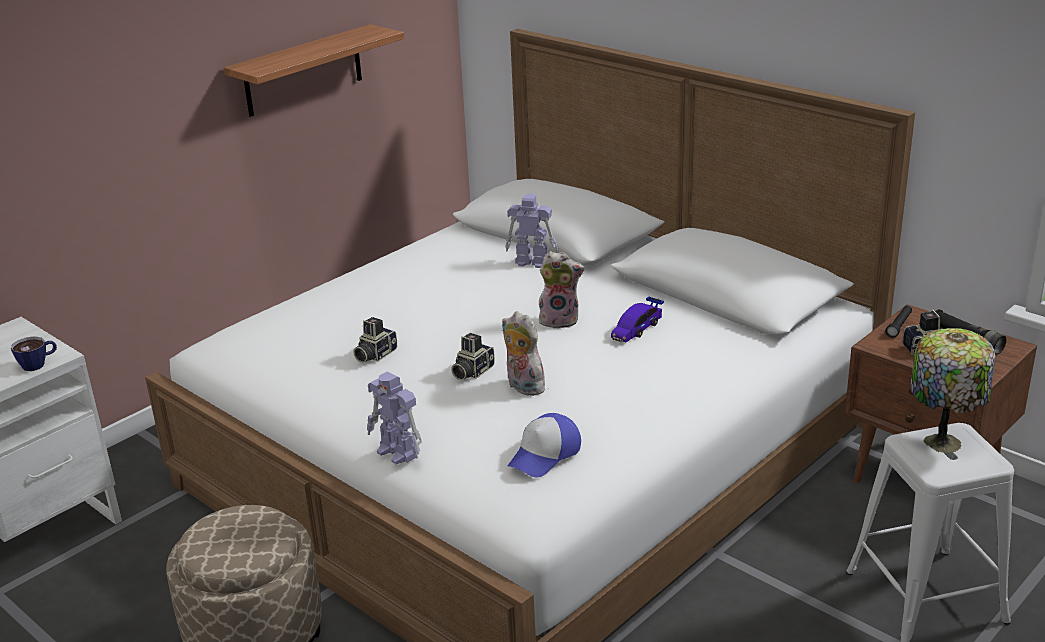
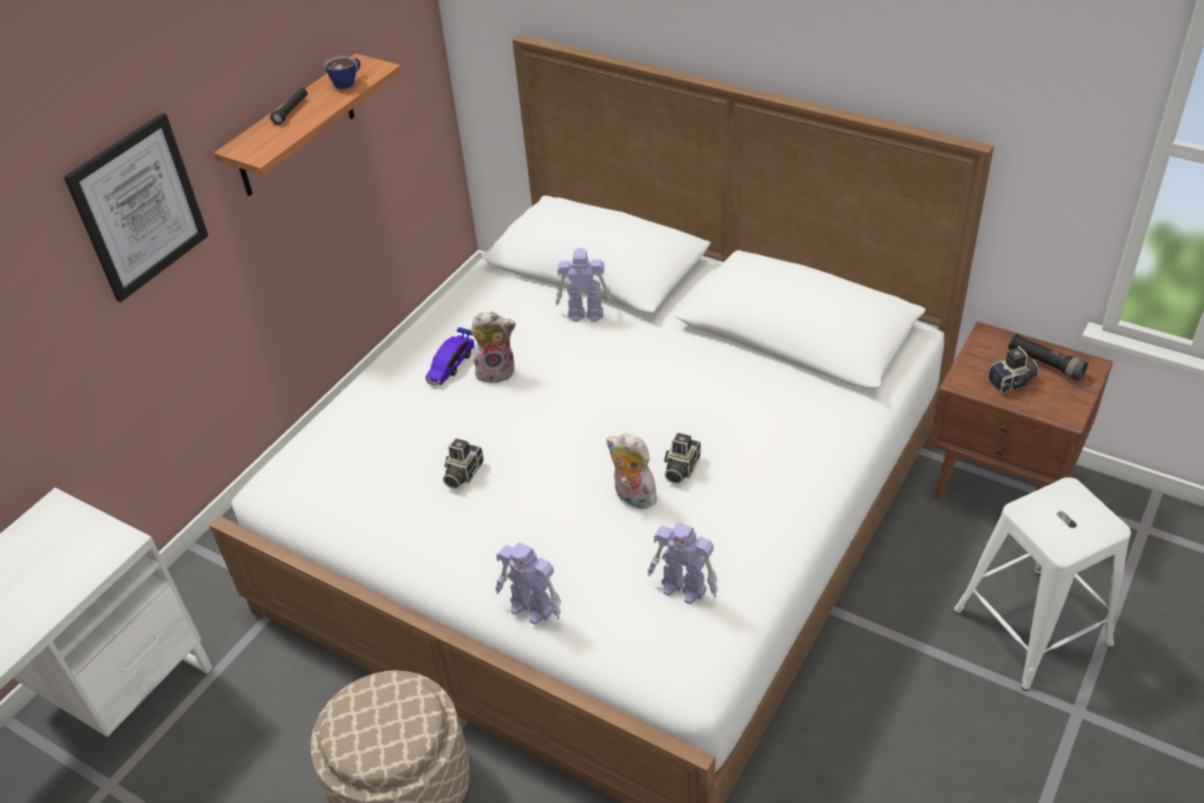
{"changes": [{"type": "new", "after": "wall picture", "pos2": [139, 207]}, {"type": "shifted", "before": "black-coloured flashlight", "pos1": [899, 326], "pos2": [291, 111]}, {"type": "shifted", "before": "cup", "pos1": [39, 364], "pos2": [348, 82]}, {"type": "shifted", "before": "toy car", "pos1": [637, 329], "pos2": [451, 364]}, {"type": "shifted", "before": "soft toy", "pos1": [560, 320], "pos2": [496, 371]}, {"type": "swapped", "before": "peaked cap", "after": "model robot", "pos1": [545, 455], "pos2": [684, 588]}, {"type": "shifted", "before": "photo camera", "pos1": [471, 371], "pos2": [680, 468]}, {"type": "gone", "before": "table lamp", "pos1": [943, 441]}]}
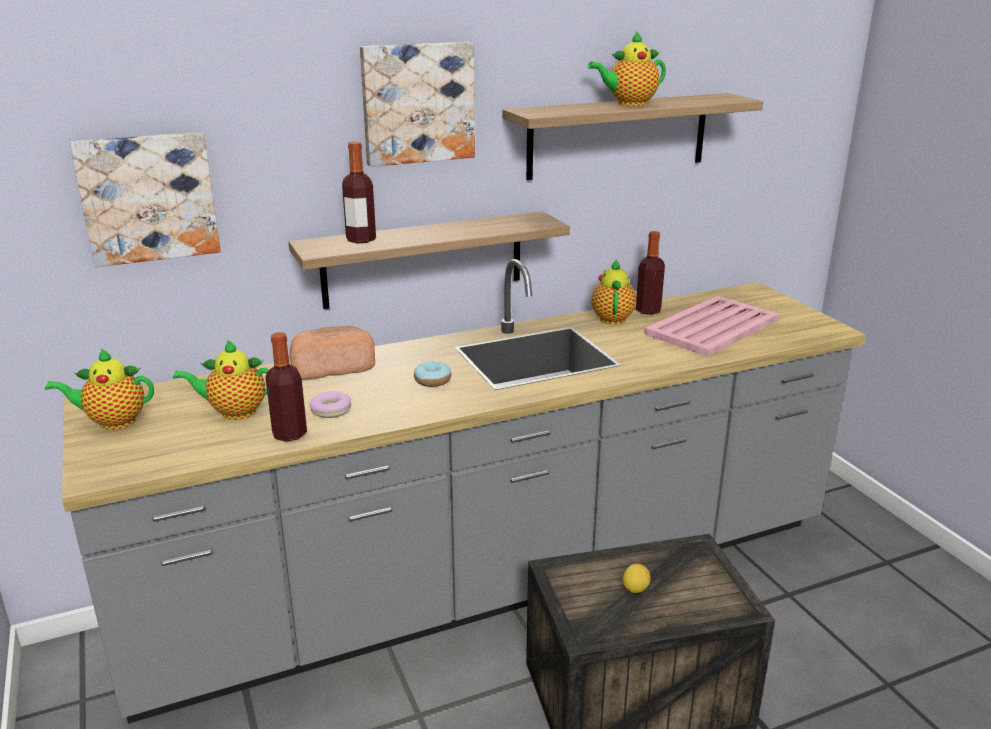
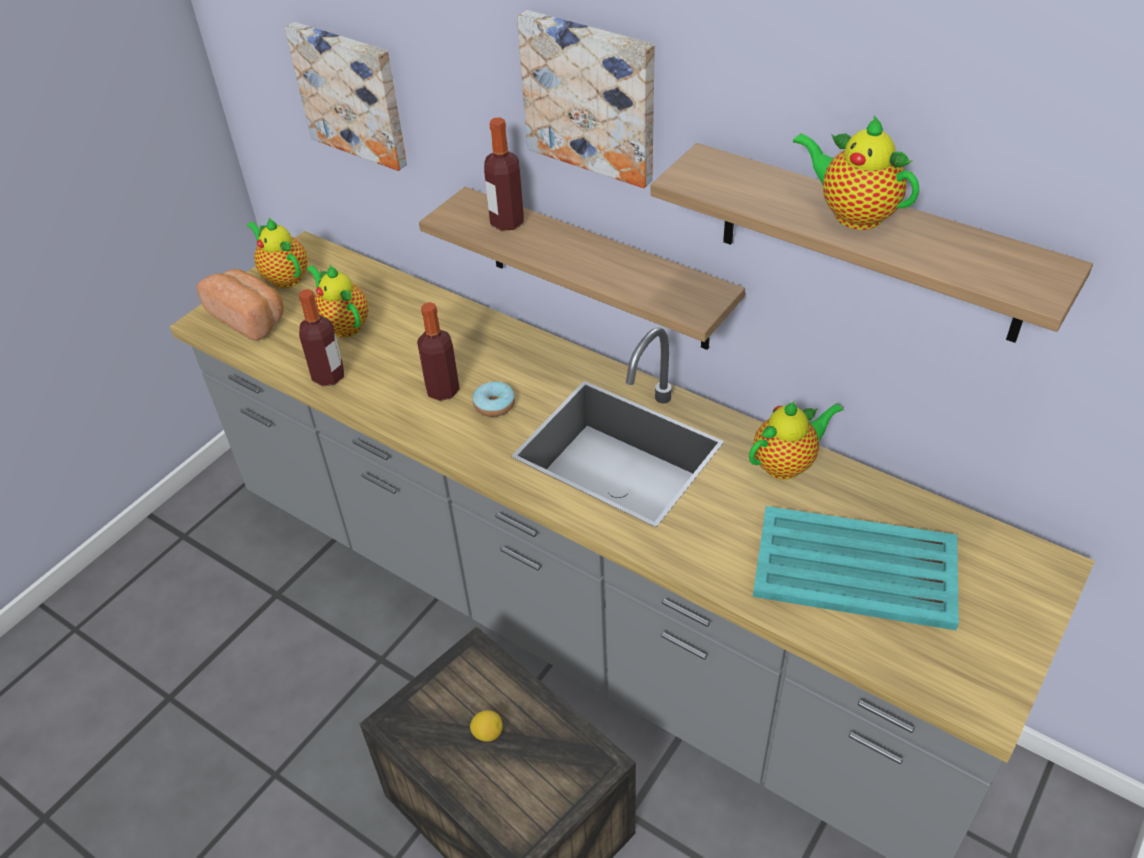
{"changes": [{"type": "shifted", "before": "bakery bread", "pos1": [332, 368], "pos2": [250, 317]}, {"type": "shifted", "before": "bottle", "pos1": [648, 310], "pos2": [443, 390]}, {"type": "repainted", "before": "pink serving tray", "after": "blue-green serving tray", "pos1": [713, 327], "pos2": [857, 569]}, {"type": "gone", "before": "ring doughnut", "pos1": [331, 410]}]}
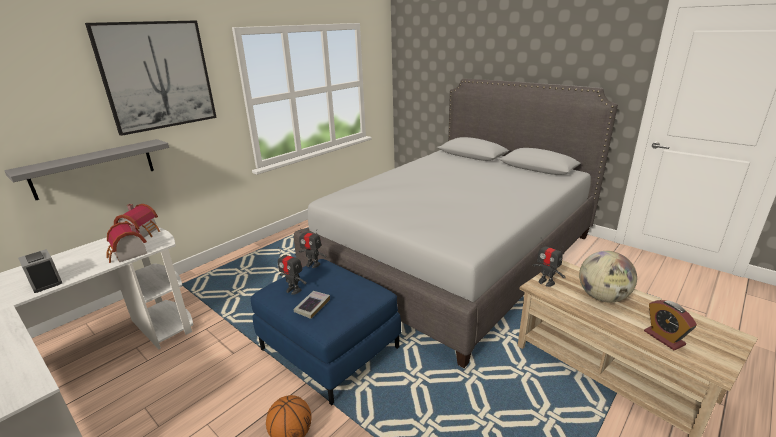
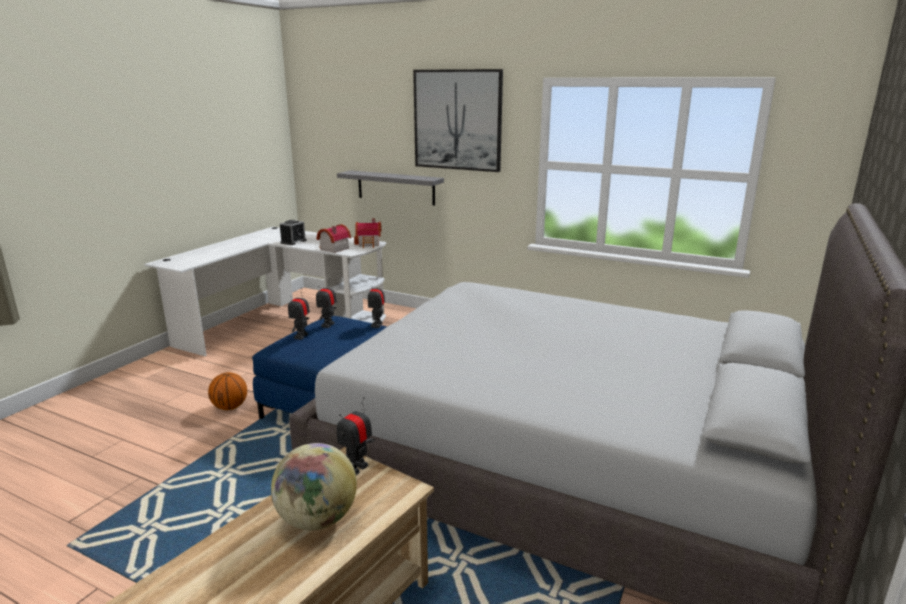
{"changes": [{"type": "swapped", "before": "volume", "after": "model robot", "pos1": [312, 306], "pos2": [301, 336]}, {"type": "gone", "before": "table clock", "pos1": [664, 338]}]}
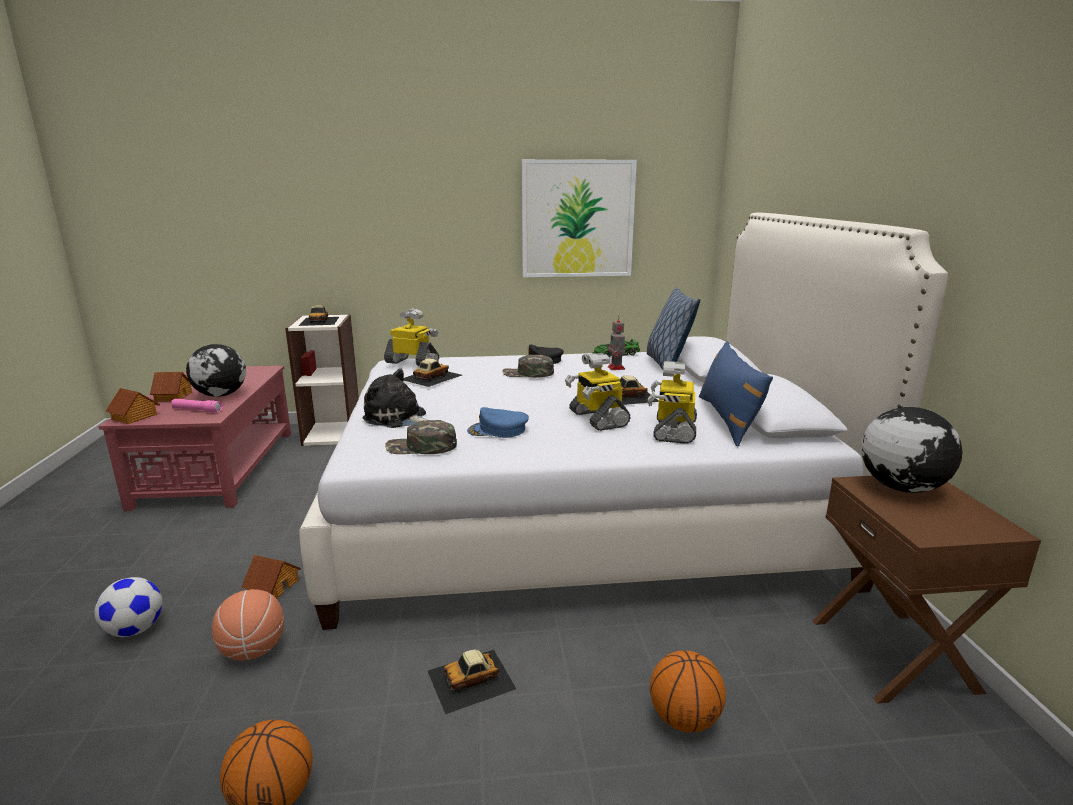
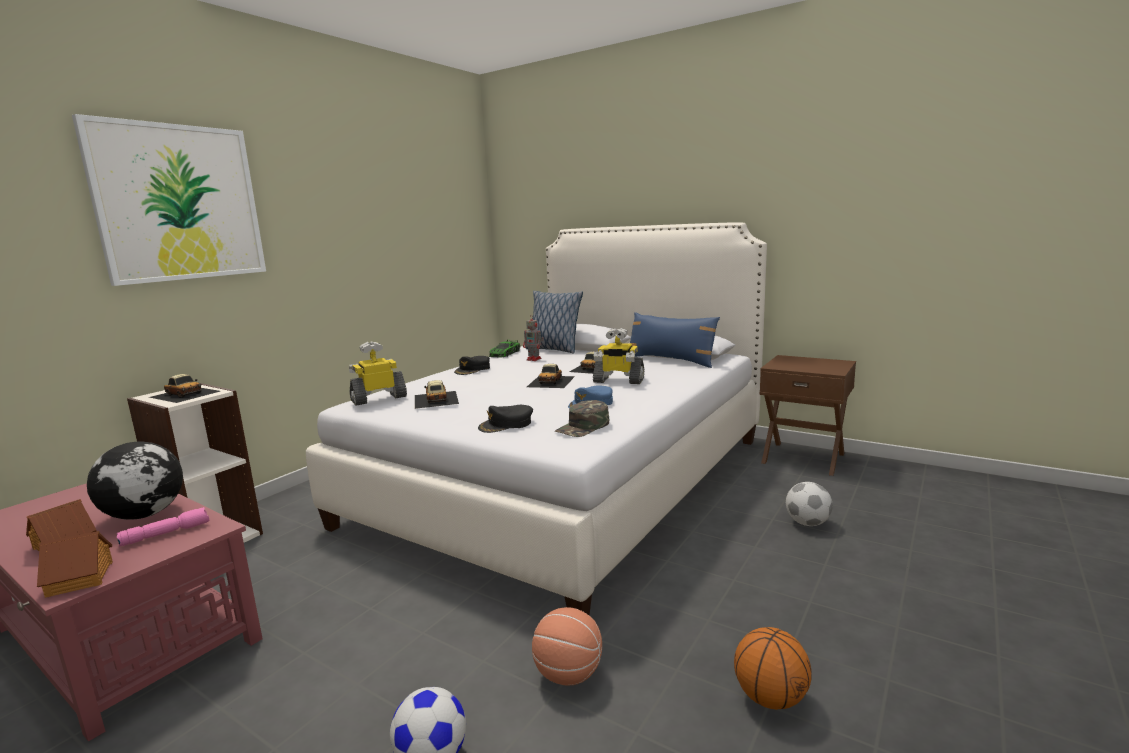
{"changes": [{"type": "shifted", "before": "wall picture", "pos1": [577, 219], "pos2": [179, 203]}, {"type": "swapped", "before": "soft toy", "after": "black-coloured peaked cap", "pos1": [397, 418], "pos2": [506, 424]}, {"type": "shifted", "before": "toy car", "pos1": [471, 680], "pos2": [551, 381]}, {"type": "swapped", "before": "basketball ball", "after": "football", "pos1": [684, 719], "pos2": [807, 523]}, {"type": "gone", "before": "miniature house", "pos1": [273, 587]}, {"type": "gone", "before": "green-coloured peaked cap", "pos1": [528, 373]}, {"type": "gone", "before": "model robot", "pos1": [673, 430]}, {"type": "gone", "before": "globe", "pos1": [900, 487]}]}
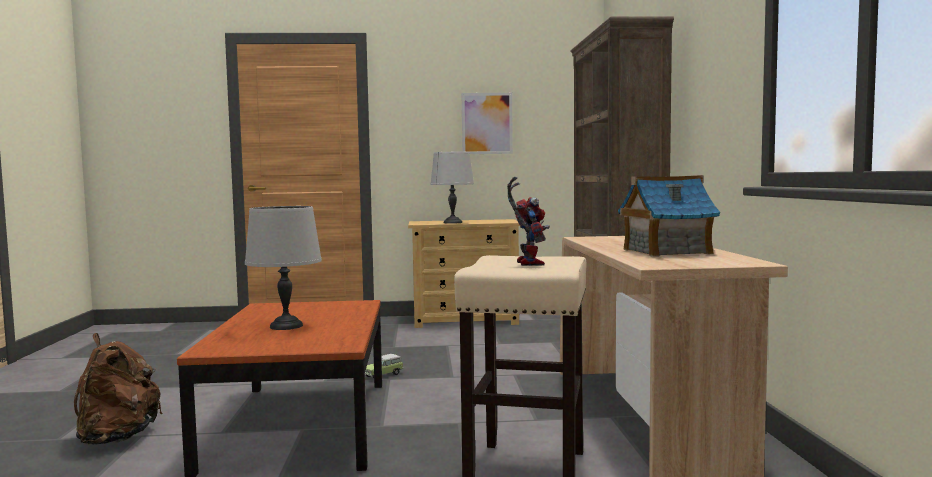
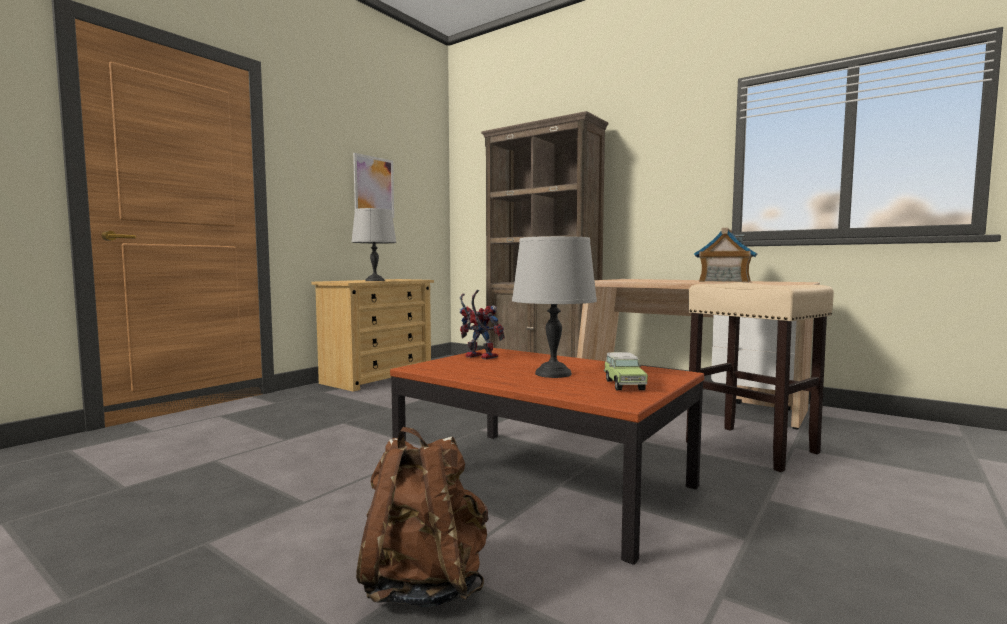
{"changes": [{"type": "shifted", "before": "model robot", "pos1": [526, 263], "pos2": [477, 357]}, {"type": "shifted", "before": "toy car", "pos1": [384, 375], "pos2": [623, 384]}]}
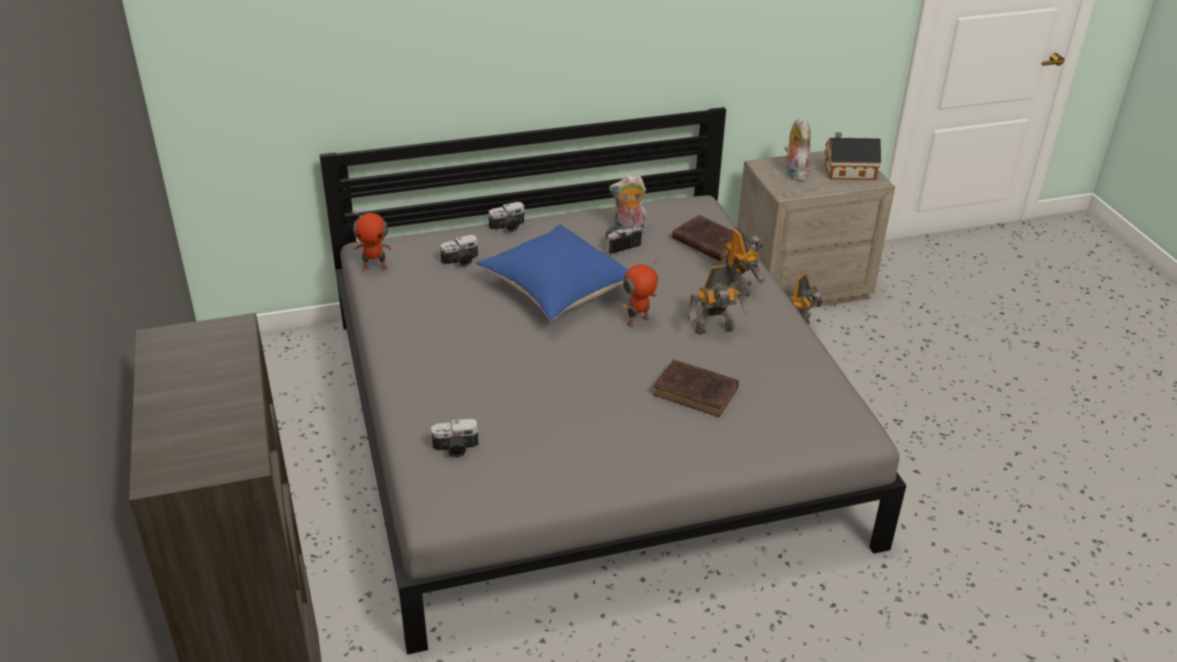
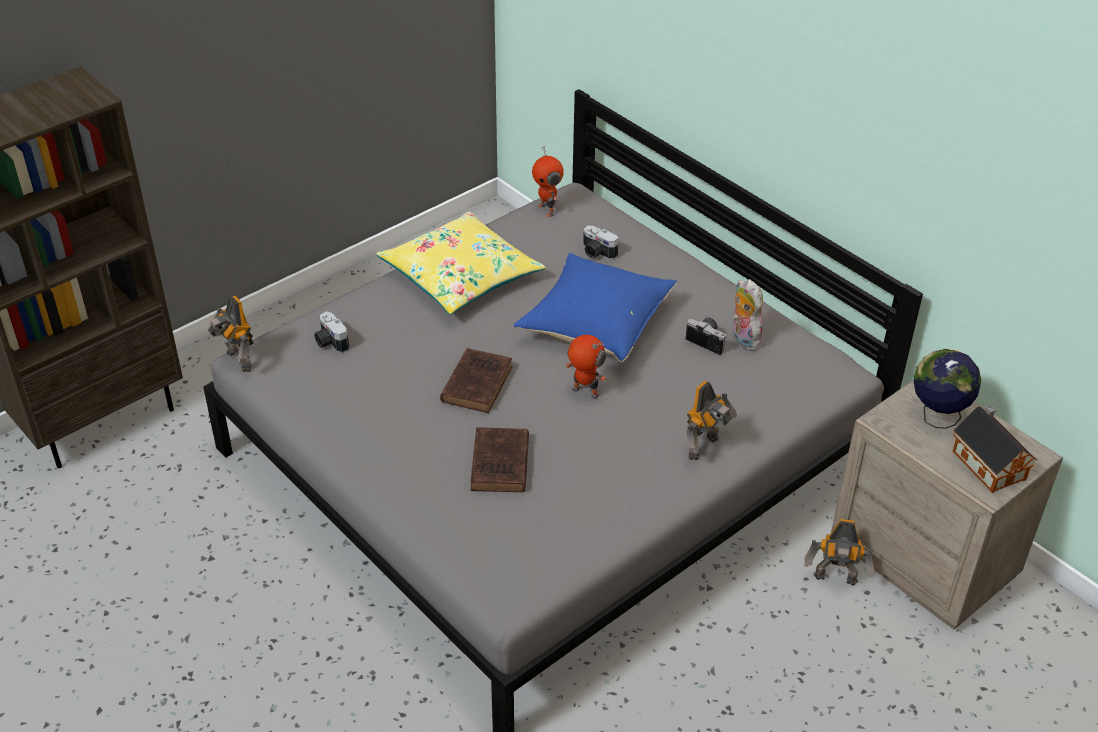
{"changes": [{"type": "shifted", "before": "model robot", "pos1": [715, 331], "pos2": [237, 361]}, {"type": "new", "after": "yellowish throw pillow", "pos2": [461, 276]}, {"type": "shifted", "before": "brown volume", "pos1": [707, 241], "pos2": [477, 383]}, {"type": "swapped", "before": "soft toy", "after": "globe", "pos1": [794, 173], "pos2": [937, 417]}, {"type": "gone", "before": "photo camera", "pos1": [508, 227]}]}
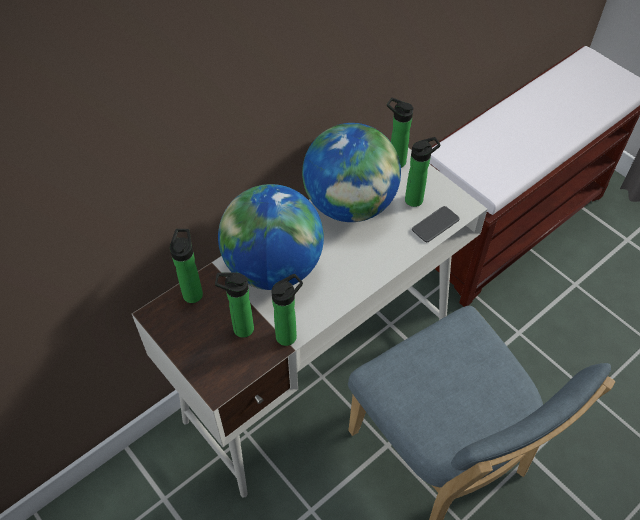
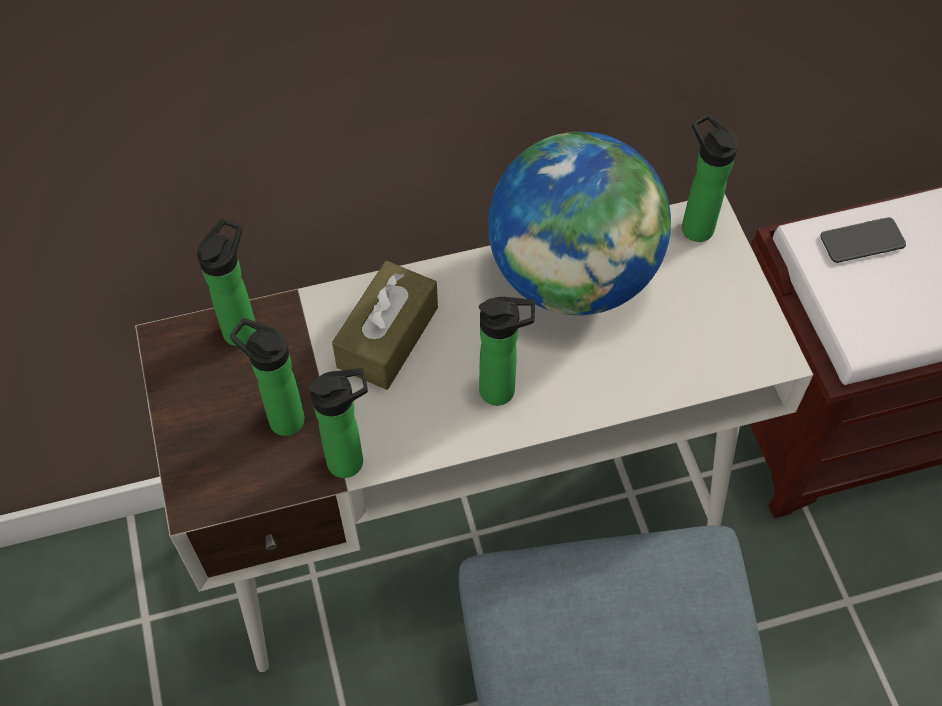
{"changes": [{"type": "swapped", "before": "globe", "after": "brown tissue box", "pos1": [273, 268], "pos2": [387, 337]}, {"type": "shifted", "before": "bottle", "pos1": [416, 199], "pos2": [503, 391]}, {"type": "shifted", "before": "handset", "pos1": [435, 225], "pos2": [862, 241]}]}
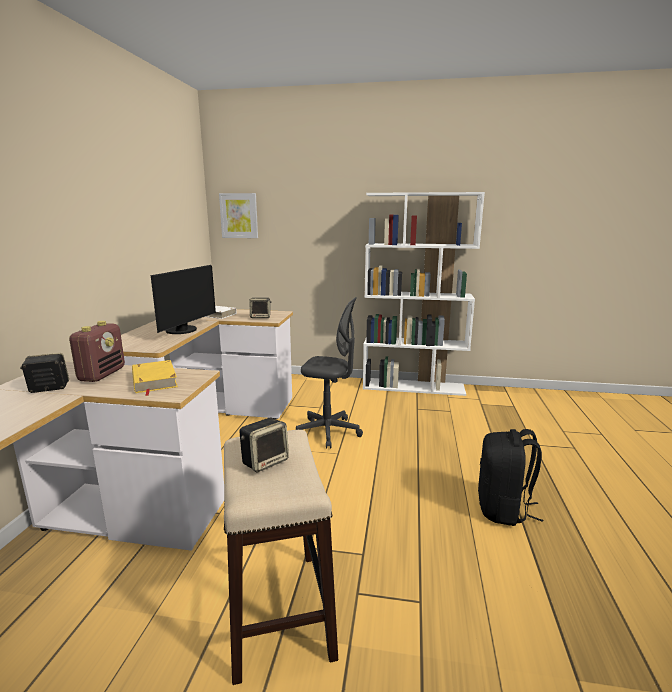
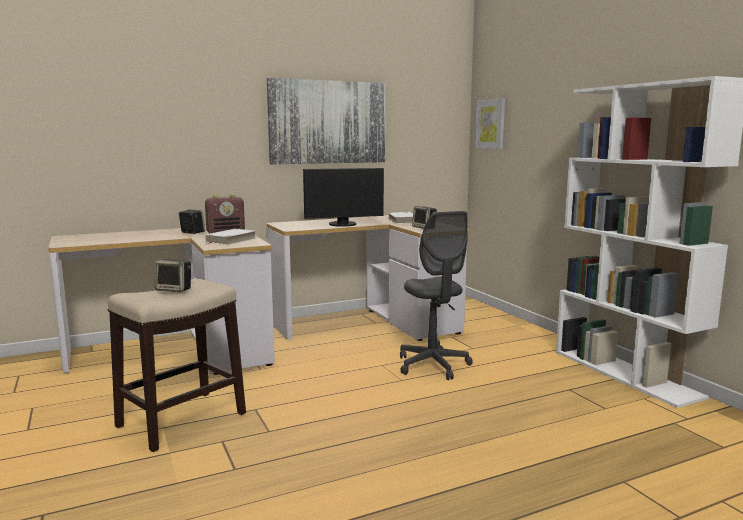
{"changes": [{"type": "repainted", "before": "yellowish volume", "after": "white-coloured volume", "pos1": [154, 380], "pos2": [231, 240]}, {"type": "new", "after": "wall picture", "pos2": [328, 122]}, {"type": "gone", "before": "black-coloured rucksack", "pos1": [503, 509]}]}
